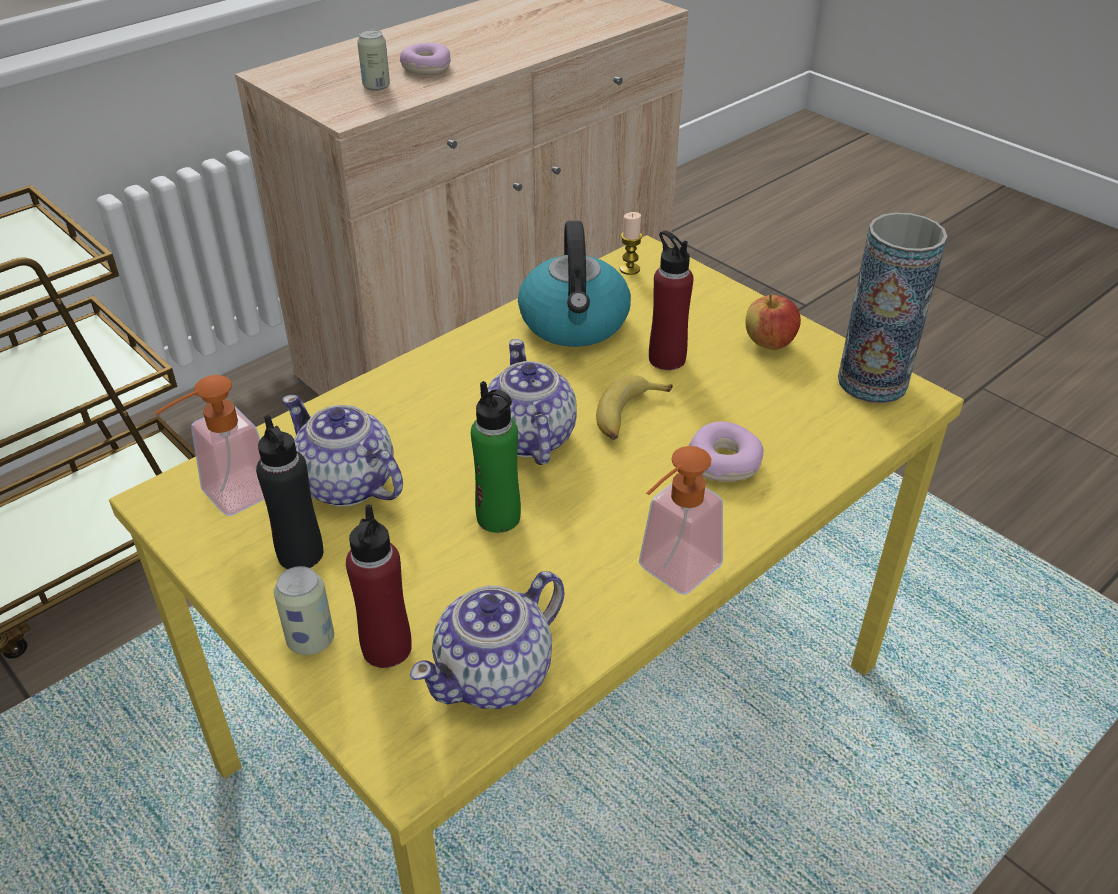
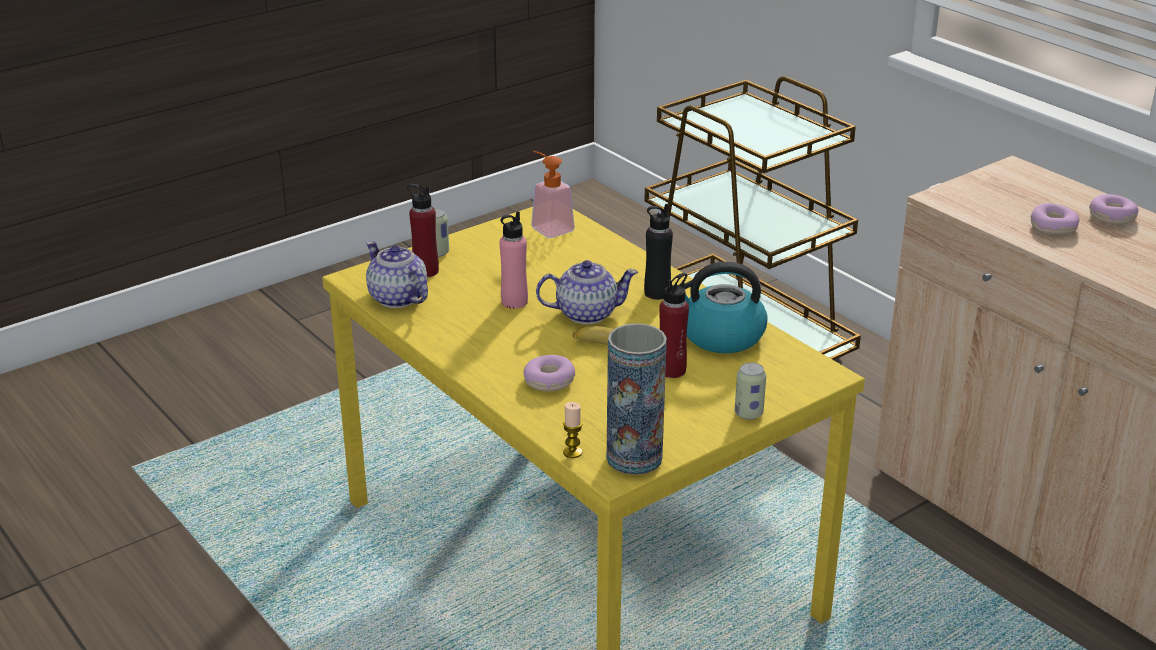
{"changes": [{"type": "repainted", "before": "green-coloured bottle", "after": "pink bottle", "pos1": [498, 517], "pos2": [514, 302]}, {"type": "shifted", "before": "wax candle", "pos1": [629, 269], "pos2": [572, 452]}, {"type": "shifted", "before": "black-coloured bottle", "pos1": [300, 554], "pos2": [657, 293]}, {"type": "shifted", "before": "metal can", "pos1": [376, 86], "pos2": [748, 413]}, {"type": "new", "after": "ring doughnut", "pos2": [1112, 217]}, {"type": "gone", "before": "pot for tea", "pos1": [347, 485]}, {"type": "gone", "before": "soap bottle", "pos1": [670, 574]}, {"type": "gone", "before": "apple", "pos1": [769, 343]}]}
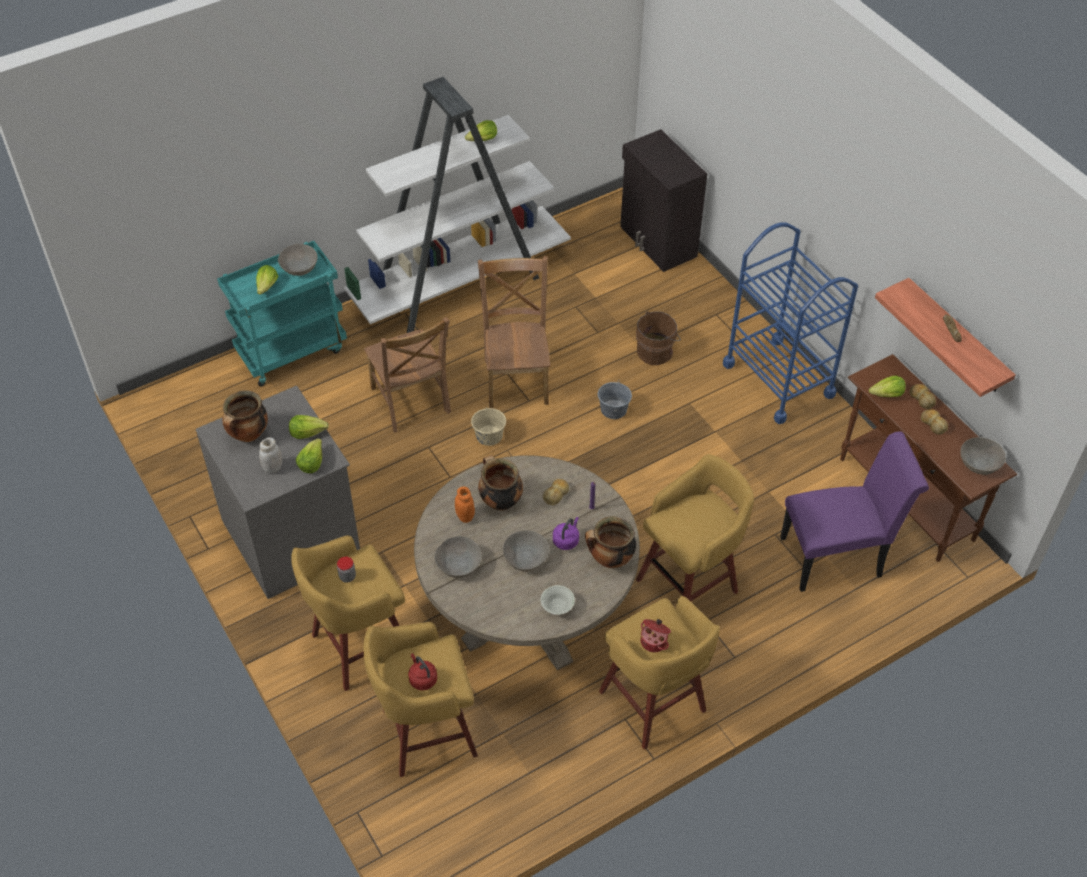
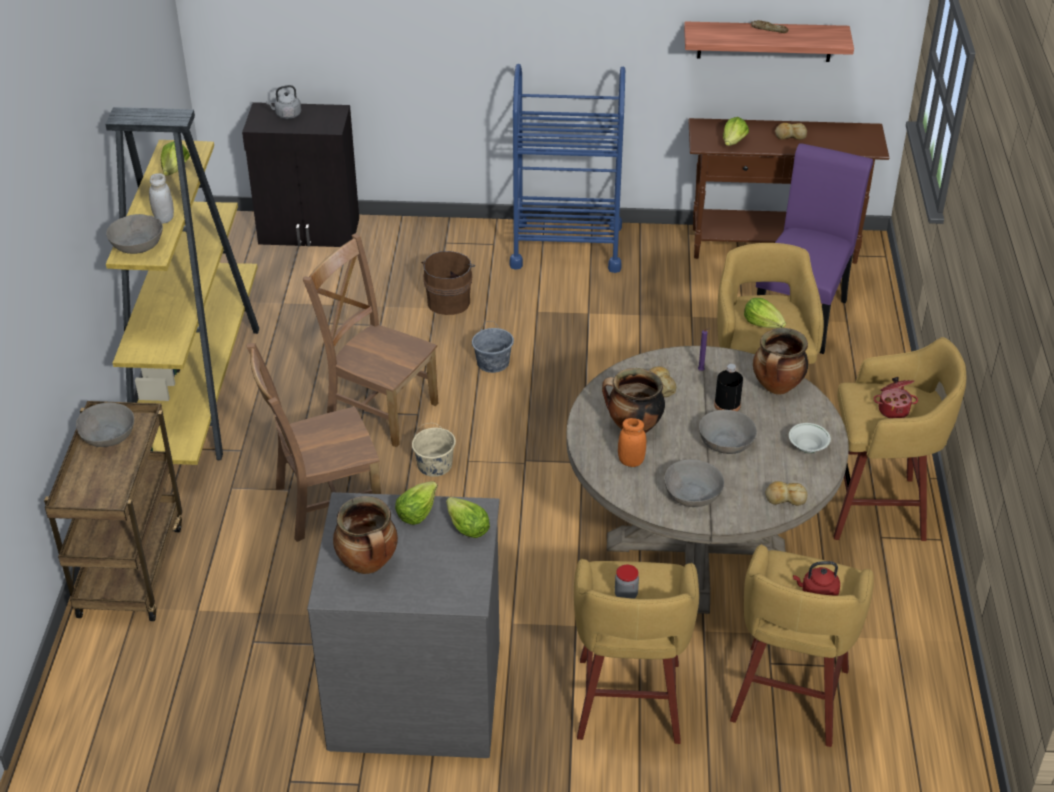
{"changes": [{"type": "repainted", "before": "blue-green wheeled cart", "after": "brown wheeled cart", "pos1": [292, 351], "pos2": [130, 568]}, {"type": "repainted", "before": "white-coloured shelving unit", "after": "yellowish shelving unit", "pos1": [460, 284], "pos2": [197, 387]}, {"type": "shifted", "before": "greyish deep dish", "pos1": [979, 463], "pos2": [137, 244]}, {"type": "shifted", "before": "white-coloured preserve jar", "pos1": [272, 468], "pos2": [164, 218]}, {"type": "rotated", "before": "brown upright chair", "pos1": [411, 403], "pos2": [323, 503], "turn": 150}, {"type": "new", "after": "greyish water kettle", "pos2": [286, 115]}, {"type": "swapped", "before": "purplish water kettle", "after": "black-coloured bottle", "pos1": [566, 540], "pos2": [727, 405]}, {"type": "shifted", "before": "lettuce", "pos1": [267, 286], "pos2": [763, 323]}, {"type": "shifted", "before": "bakery bread", "pos1": [921, 398], "pos2": [785, 498]}]}
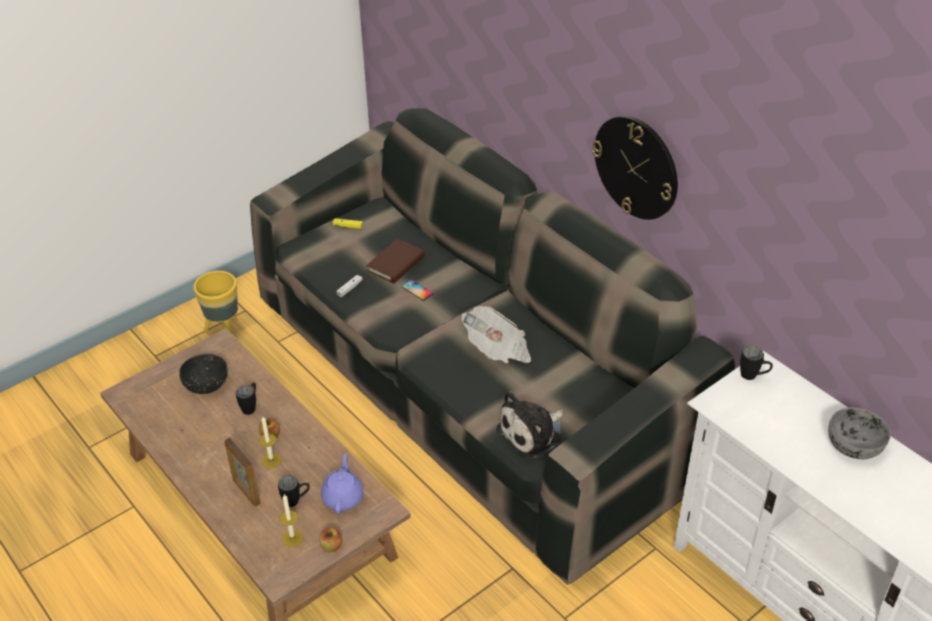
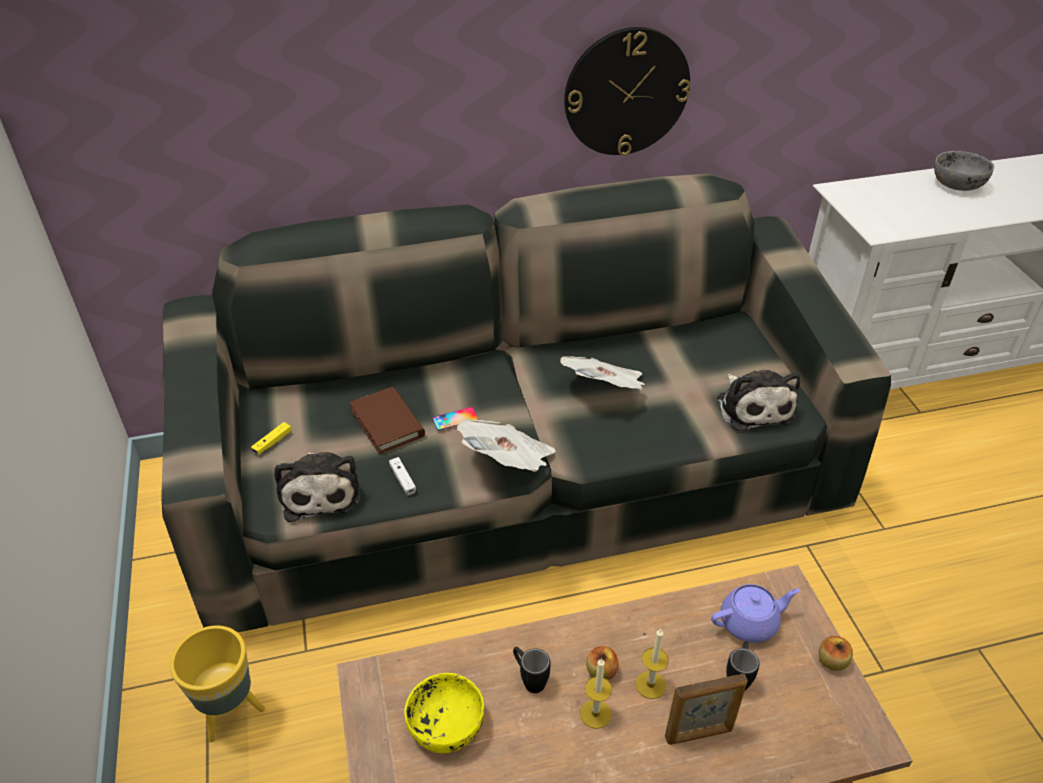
{"changes": [{"type": "new", "after": "soft toy", "pos2": [320, 491]}, {"type": "repainted", "before": "black-coloured deep dish", "after": "yellowish deep dish", "pos1": [206, 383], "pos2": [446, 724]}, {"type": "new", "after": "printed paper", "pos2": [508, 462]}, {"type": "shifted", "before": "wax candle", "pos1": [292, 538], "pos2": [595, 714]}, {"type": "rotated", "before": "purplish pot for tea", "pos1": [343, 497], "pos2": [750, 622], "turn": 135}, {"type": "gone", "before": "black-coloured tea mug", "pos1": [753, 376]}]}
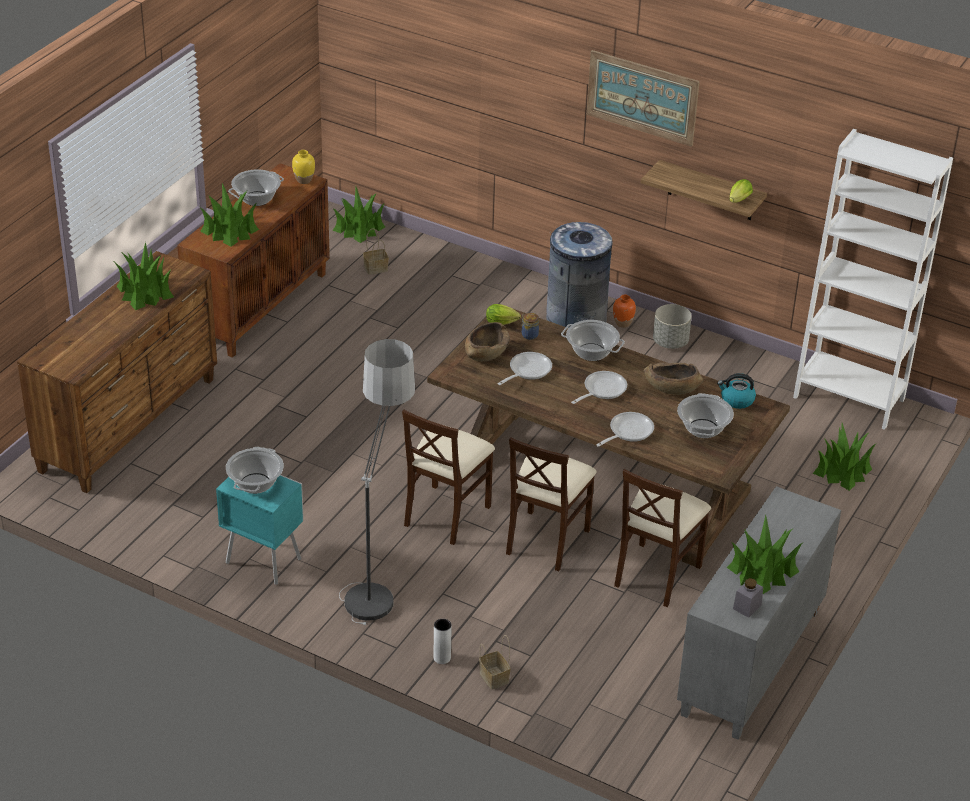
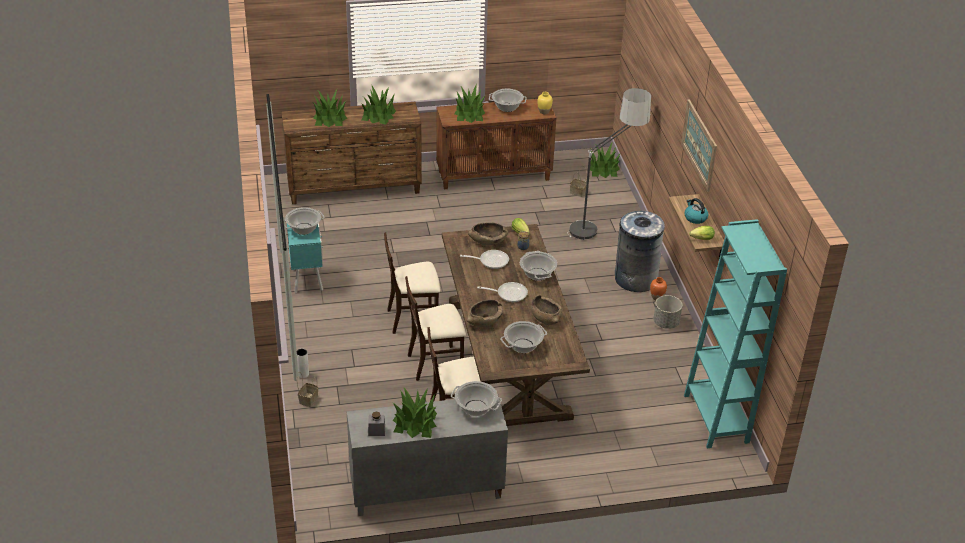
{"changes": [{"type": "shifted", "before": "houseplant", "pos1": [842, 470], "pos2": [329, 118]}, {"type": "new", "after": "stockpot", "pos2": [475, 408]}, {"type": "swapped", "before": "pan", "after": "brown deep dish", "pos1": [628, 432], "pos2": [484, 320]}, {"type": "shifted", "before": "standing lamp", "pos1": [377, 577], "pos2": [602, 225]}, {"type": "repainted", "before": "white-coloured shelving unit", "after": "blue-green shelving unit", "pos1": [849, 398], "pos2": [716, 418]}, {"type": "shifted", "before": "water kettle", "pos1": [736, 400], "pos2": [695, 218]}]}
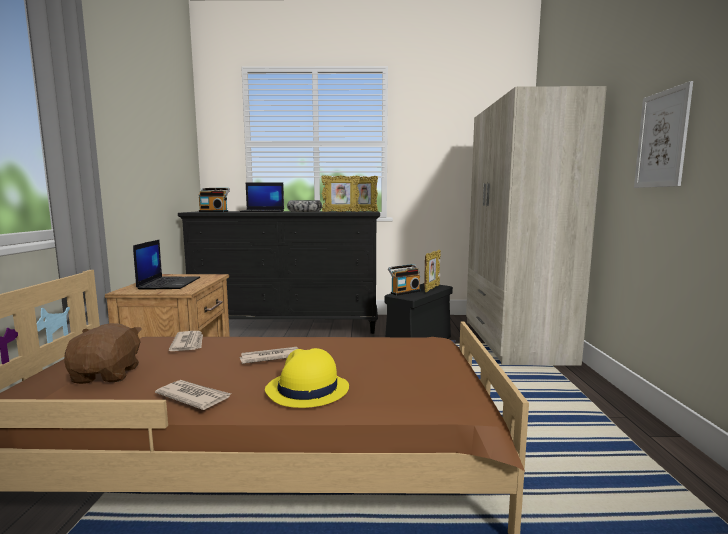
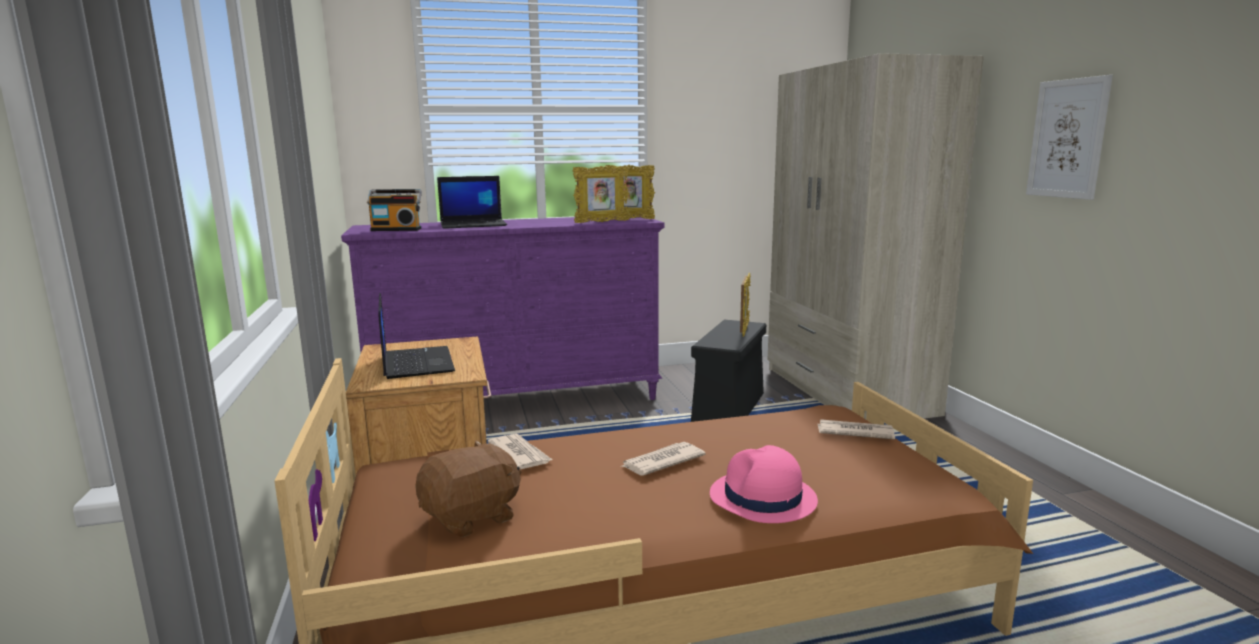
{"changes": [{"type": "repainted", "before": "black-coloured dresser", "after": "purplish dresser", "pos1": [288, 326], "pos2": [518, 401]}, {"type": "rotated", "before": "brown soft toy", "pos1": [108, 375], "pos2": [472, 517], "turn": 75}, {"type": "repainted", "before": "yellowish wearable hat", "after": "pink wearable hat", "pos1": [307, 389], "pos2": [762, 498]}, {"type": "shifted", "before": "printed paper", "pos1": [193, 397], "pos2": [854, 432]}, {"type": "gone", "before": "deep dish", "pos1": [304, 211]}, {"type": "gone", "before": "radio receiver", "pos1": [404, 292]}]}
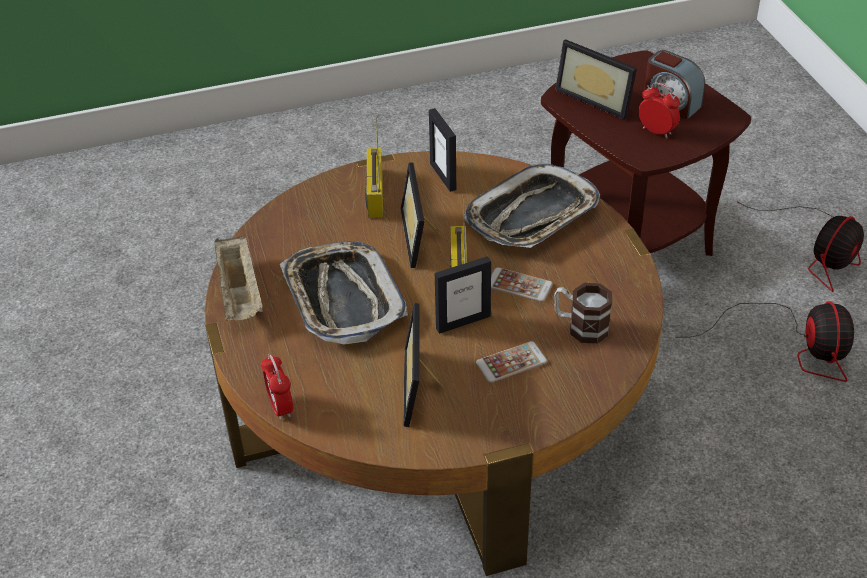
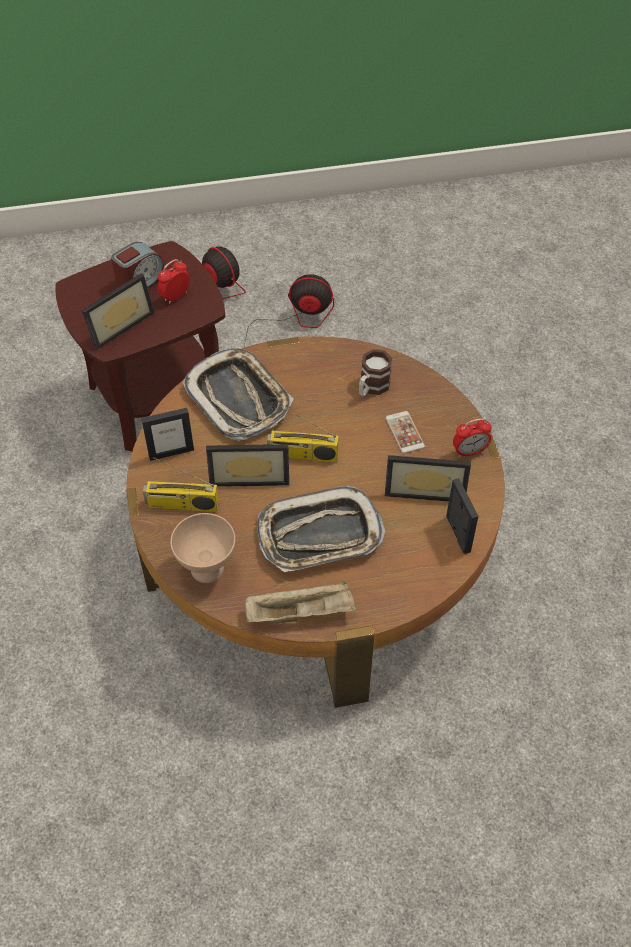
{"changes": [{"type": "new", "after": "sand-coloured deep dish", "pos2": [207, 570]}, {"type": "shifted", "before": "photo frame", "pos1": [463, 322], "pos2": [457, 534]}, {"type": "shifted", "before": "table clock", "pos1": [280, 407], "pos2": [469, 451]}, {"type": "gone", "before": "handset", "pos1": [519, 285]}]}
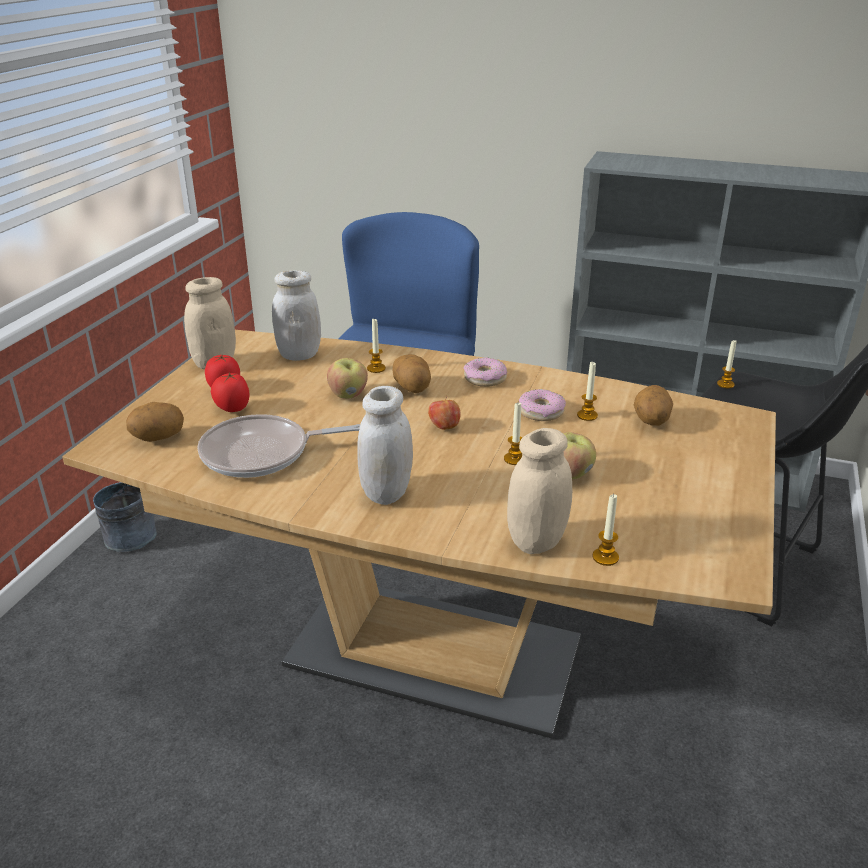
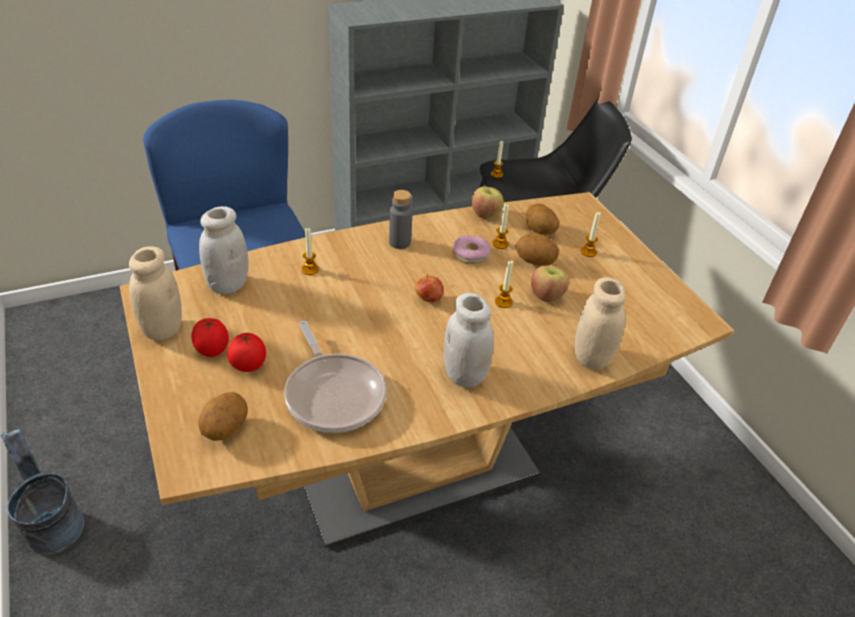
{"changes": [{"type": "rotated", "before": "pan", "pos1": [262, 454], "pos2": [334, 394], "turn": -60}, {"type": "swapped", "before": "ring doughnut", "after": "greyish bottle", "pos1": [485, 378], "pos2": [399, 242]}, {"type": "shifted", "before": "apple", "pos1": [348, 395], "pos2": [485, 214]}, {"type": "shifted", "before": "whole potato", "pos1": [412, 388], "pos2": [535, 261]}, {"type": "shifted", "before": "wax candle", "pos1": [605, 557], "pos2": [588, 252]}]}
